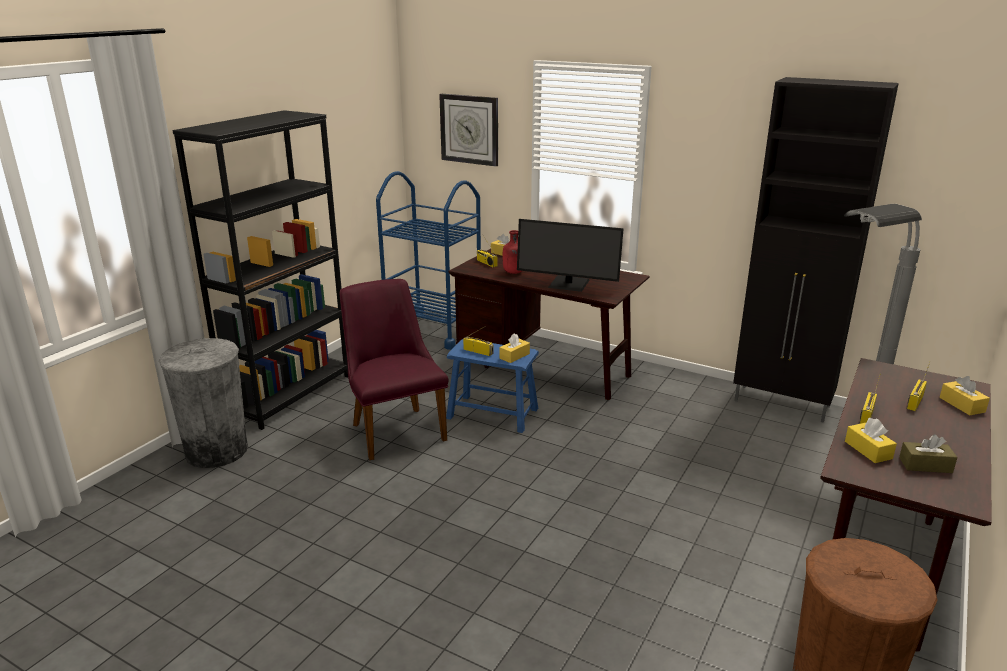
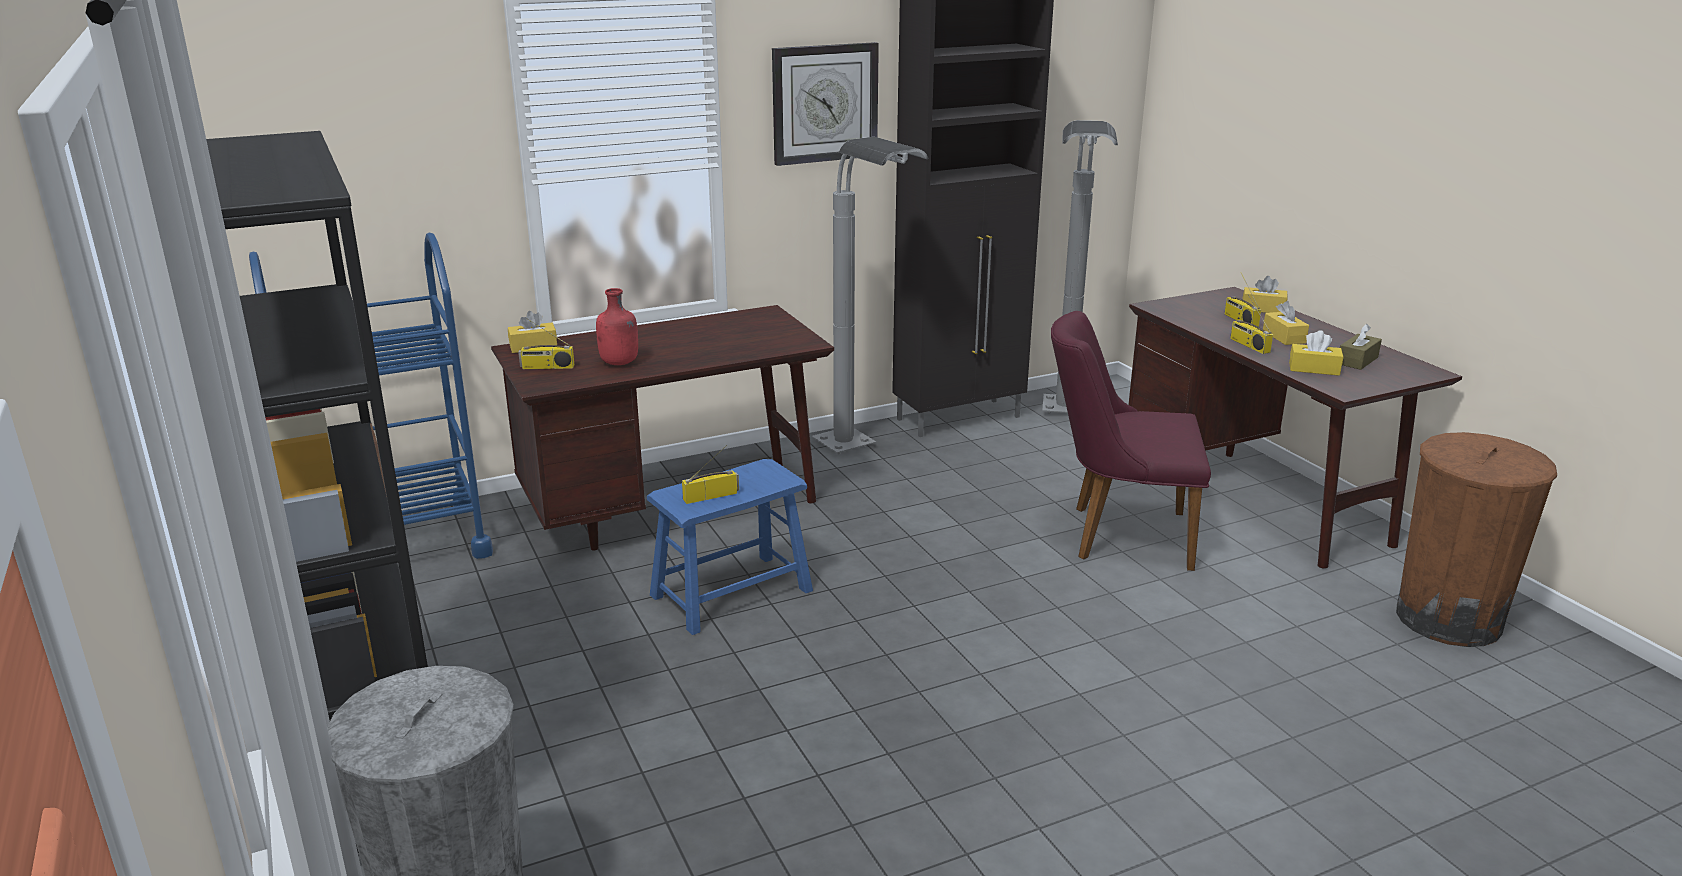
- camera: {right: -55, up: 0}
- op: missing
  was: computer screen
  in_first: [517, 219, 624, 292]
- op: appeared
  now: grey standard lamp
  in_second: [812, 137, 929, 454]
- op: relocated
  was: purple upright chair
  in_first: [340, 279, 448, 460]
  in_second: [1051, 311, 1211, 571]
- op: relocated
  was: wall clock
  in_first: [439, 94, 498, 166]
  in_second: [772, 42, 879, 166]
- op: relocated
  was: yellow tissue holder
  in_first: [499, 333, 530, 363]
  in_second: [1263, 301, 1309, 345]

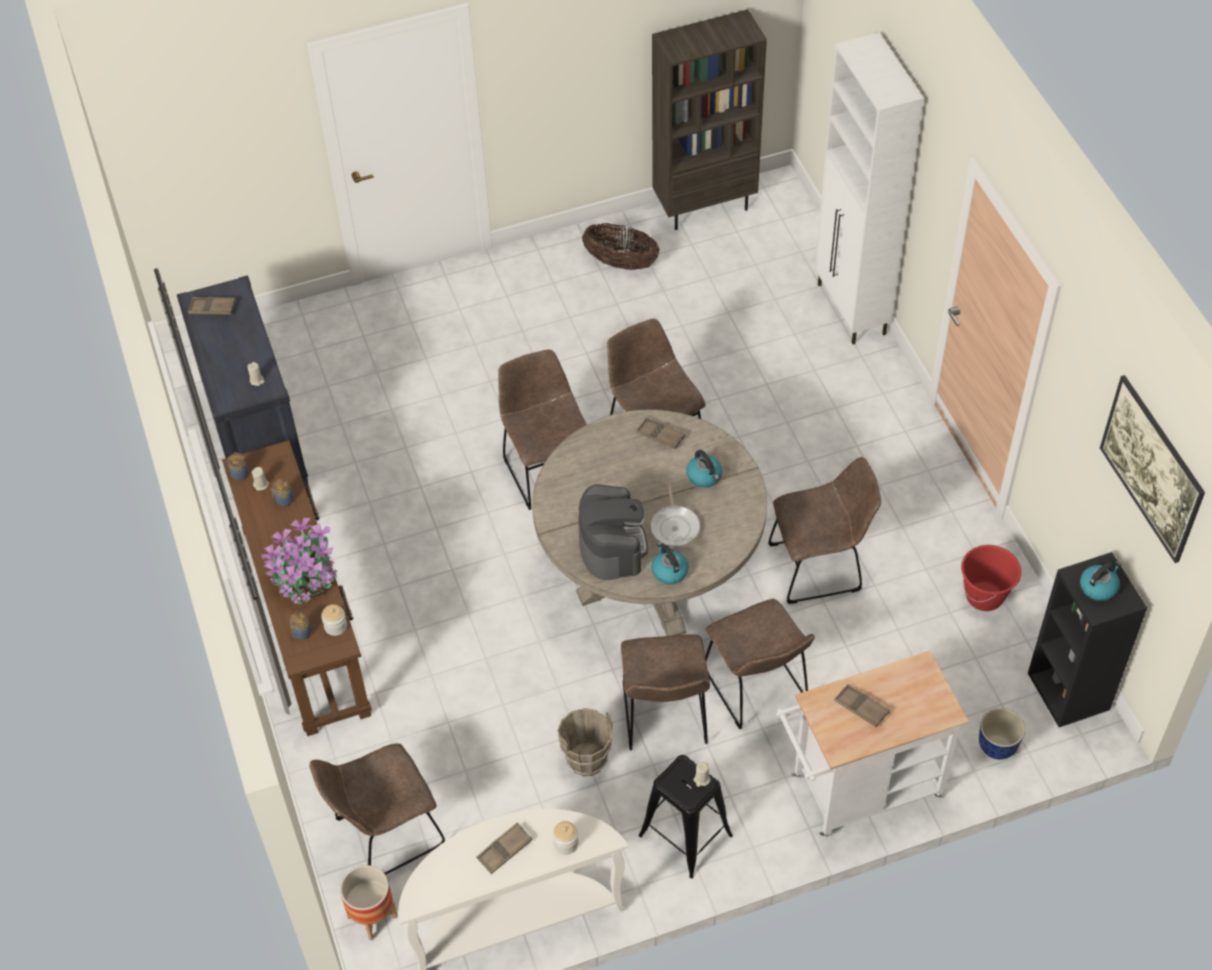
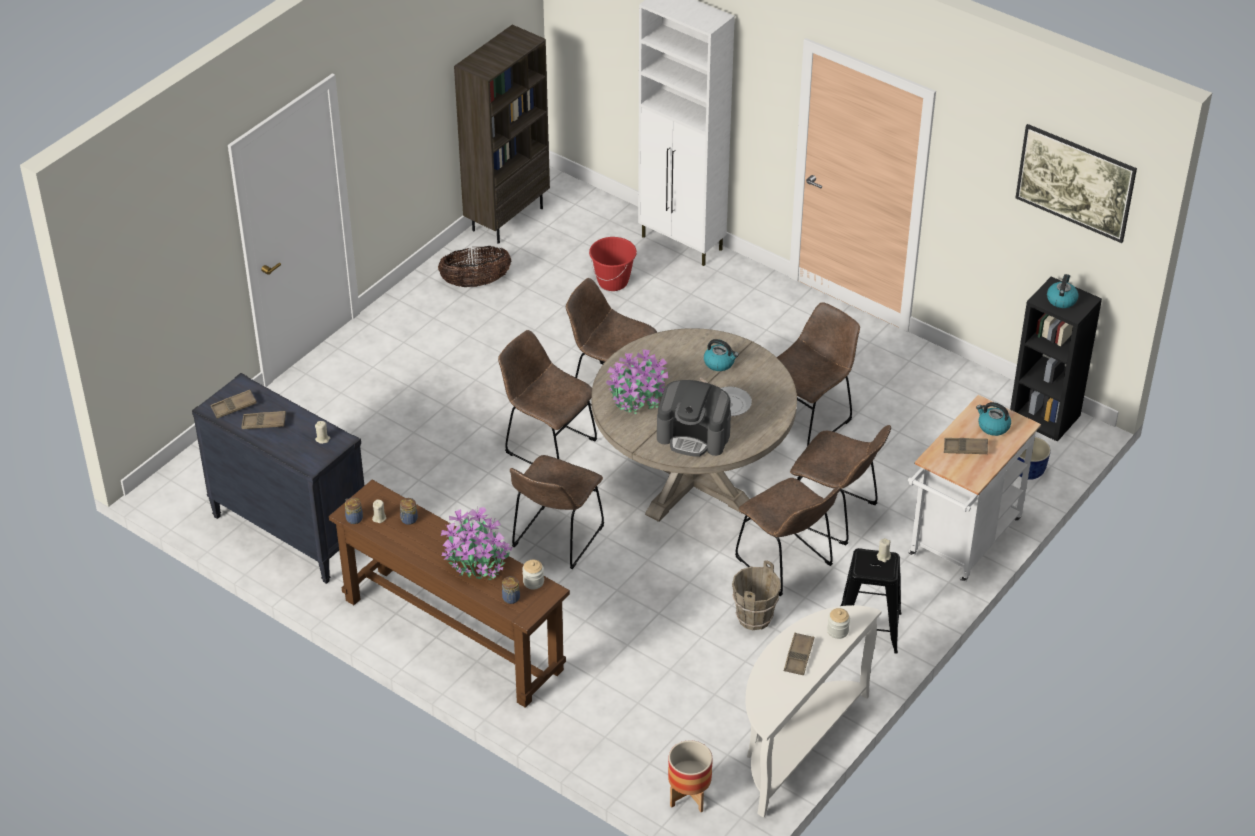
- camera: {right: -35, up: -10}
- op: appeared
  now: plant in a pot
  in_second: [606, 349, 668, 414]
- op: relocated
  was: brown-coloured upright chair
  in_first: [309, 743, 445, 875]
  in_second: [510, 455, 604, 569]
- op: relocated
  was: brown-coloured carrying tray
  in_first: [636, 417, 686, 449]
  in_second: [241, 411, 286, 429]
- op: relocated
  was: kettle
  in_first: [651, 542, 689, 584]
  in_second: [976, 402, 1011, 436]
- op: relocated
  was: red-coloured bucket
  in_first: [961, 545, 1021, 611]
  in_second: [589, 237, 637, 291]
- op: spun
  was: coffee brewer
  in_first: [578, 484, 648, 580]
  in_second: [657, 380, 731, 457]
  clockwise: 150

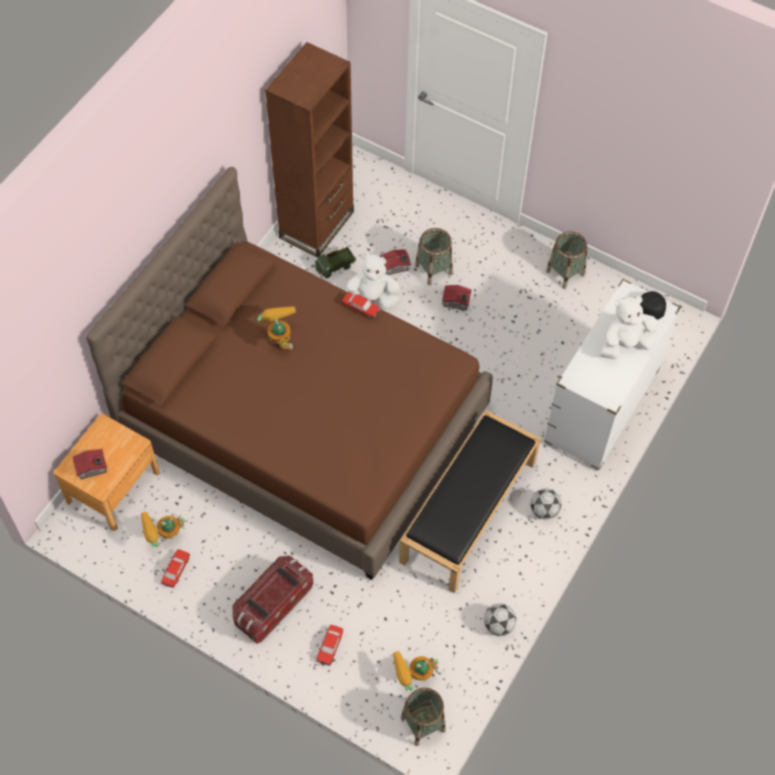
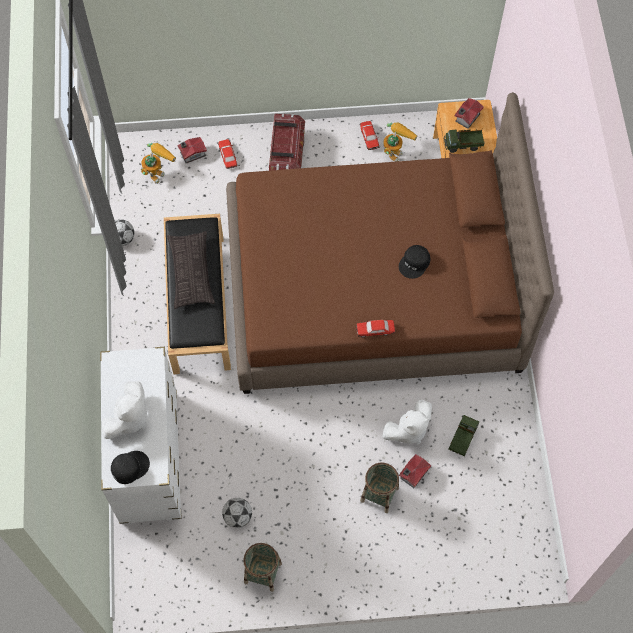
- camera: {right: 145, up: 5}
- op: missing
  was: brown-coloured shelving unit
  in_first: [265, 42, 354, 257]
- op: missing
  was: storage basket
  in_first: [401, 688, 446, 746]
- op: appeared
  now: pillow
  in_second: [167, 231, 215, 310]
- op: appeared
  now: model truck
  in_second: [444, 129, 485, 153]
- op: relocated
  was: model house
  in_first: [442, 285, 472, 310]
  in_second: [178, 137, 207, 163]
- op: relocated
  was: football ball
  in_first: [531, 489, 561, 519]
  in_second: [222, 498, 252, 528]
- op: exchanged
  was: model robot
  now: black baseball cap
  in_first: [257, 306, 296, 350]
  in_second: [399, 245, 430, 279]

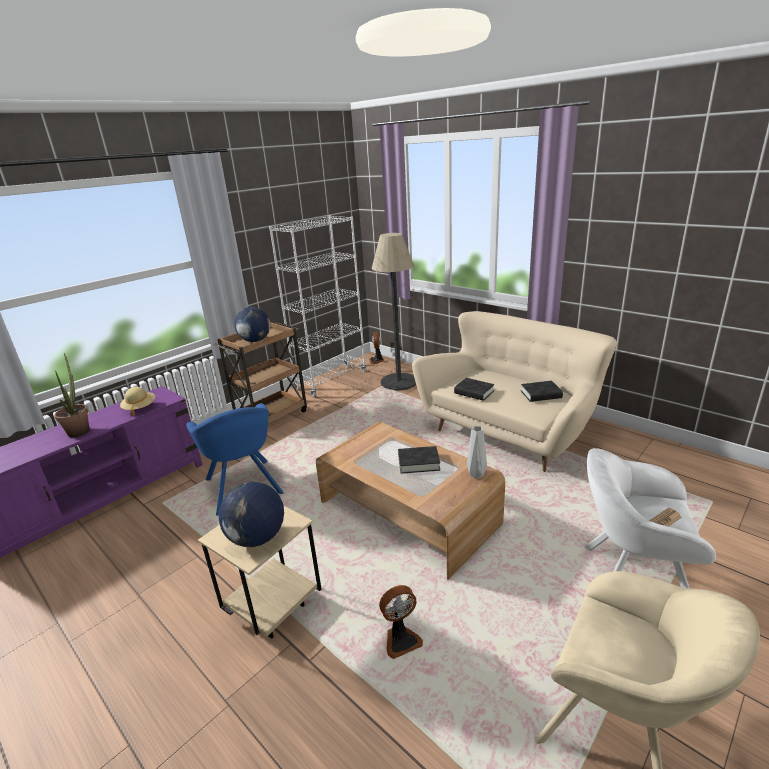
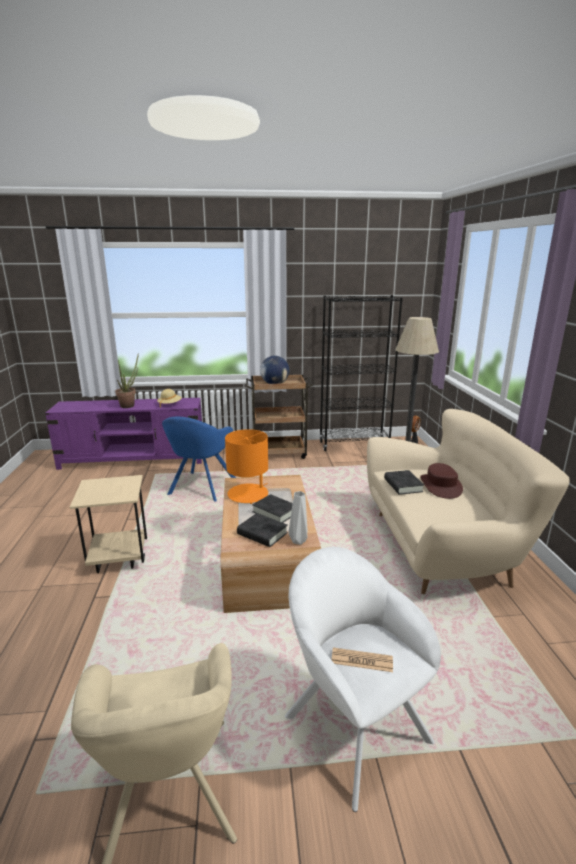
- camera: {right: 40, up: -5}
- op: missing
  was: globe
  in_first: [219, 482, 284, 547]
- op: missing
  was: electric fan
  in_first: [379, 585, 423, 659]
- op: appeared
  now: orange table lamp
  in_second: [225, 429, 268, 504]
- op: appeared
  now: brown-coloured clothing hat
  in_second: [420, 463, 463, 499]
- op: relocated
  was: black book
  in_first: [521, 381, 563, 402]
  in_second: [237, 513, 288, 547]
- op: colour
  was: white shelving unit
  now: black shelving unit
  in_first: [269, 215, 366, 397]
  in_second: [319, 295, 403, 451]

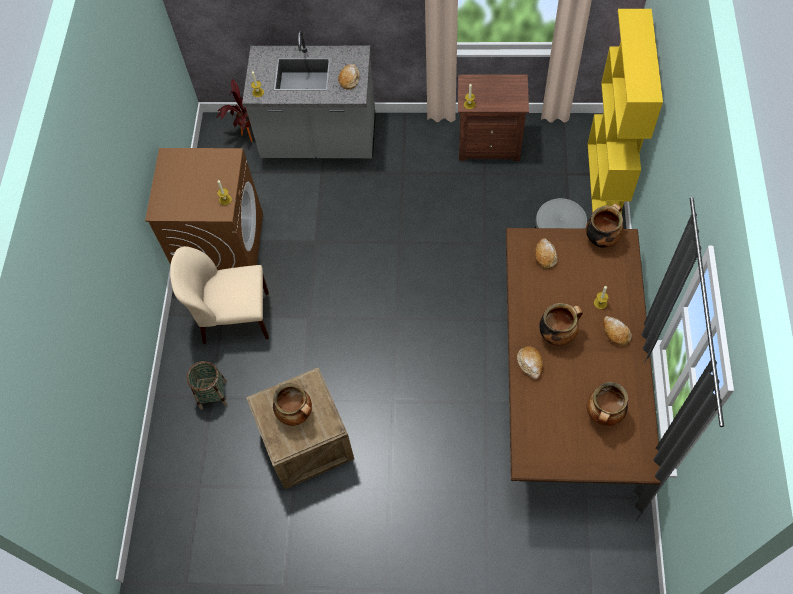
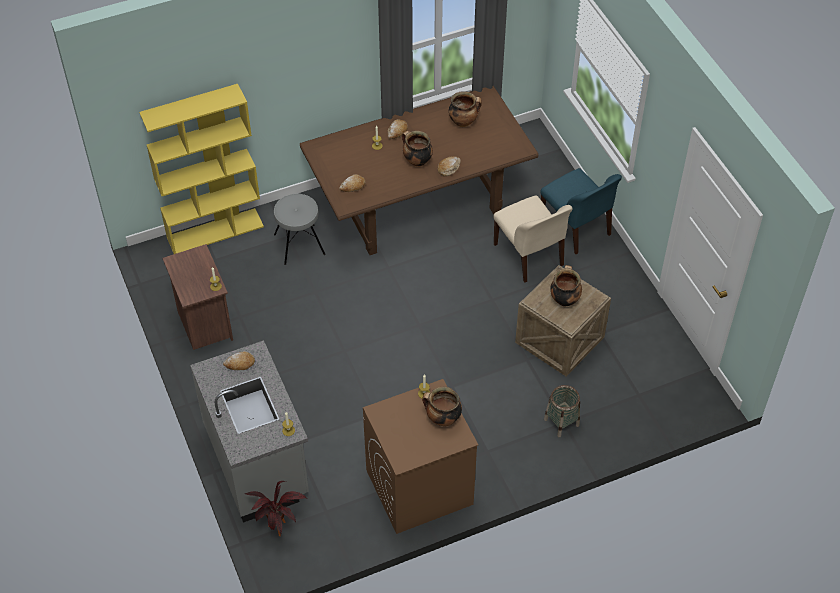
- camera: {right: -120, up: -10}
- op: appeared
  now: blue upright chair
  in_second: [540, 168, 622, 254]
- op: relocated
  was: beige-coloured upright chair
  in_first: [170, 246, 269, 344]
  in_second: [493, 196, 572, 282]
- op: relocated
  was: stockpot
  in_first: [586, 203, 623, 248]
  in_second: [422, 387, 462, 426]

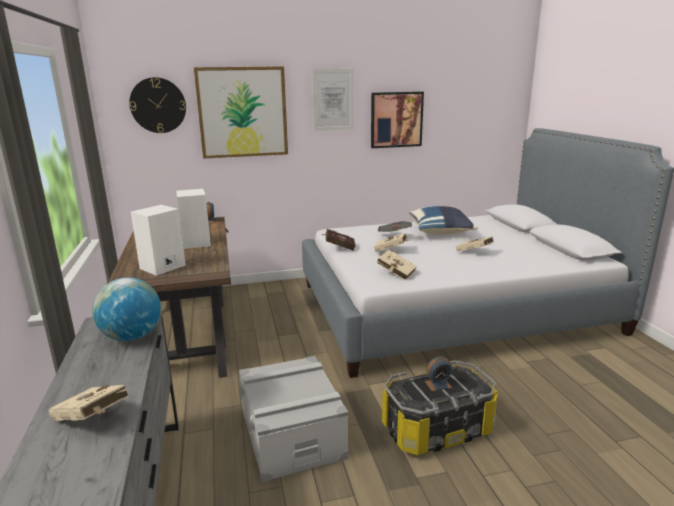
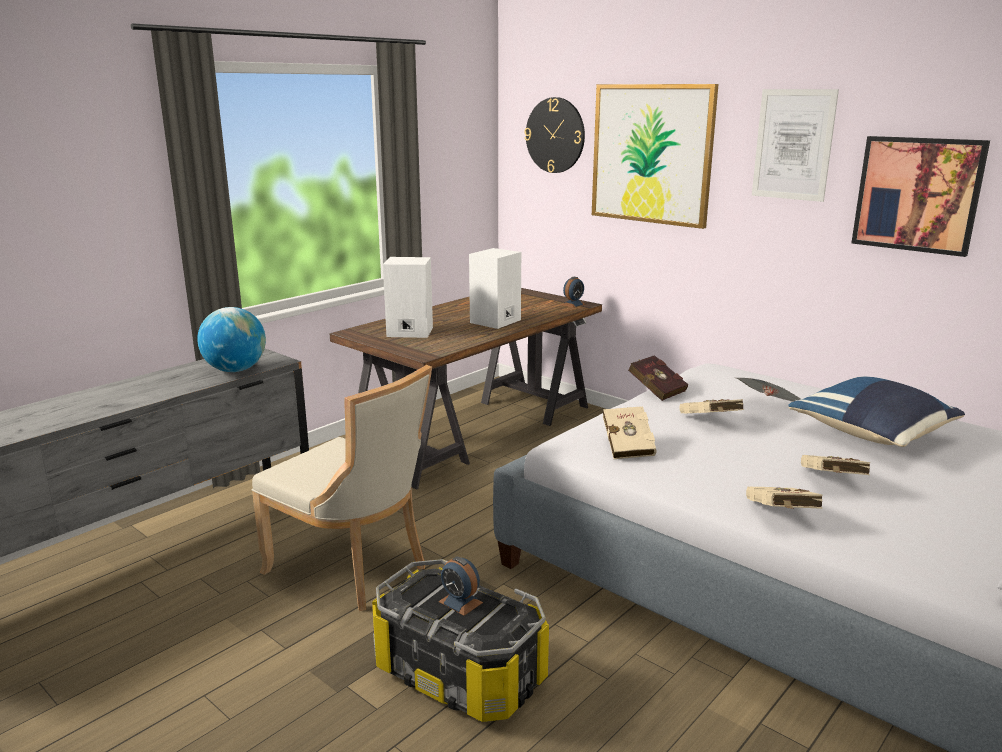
- camera: {right: 55, up: 0}
- op: relocated
  was: beige-coloured book
  in_first: [49, 385, 129, 421]
  in_second: [746, 486, 822, 509]
- op: exchanged
  was: grey storage container
  now: beige-coloured upright chair
  in_first: [239, 356, 348, 482]
  in_second: [252, 365, 432, 611]

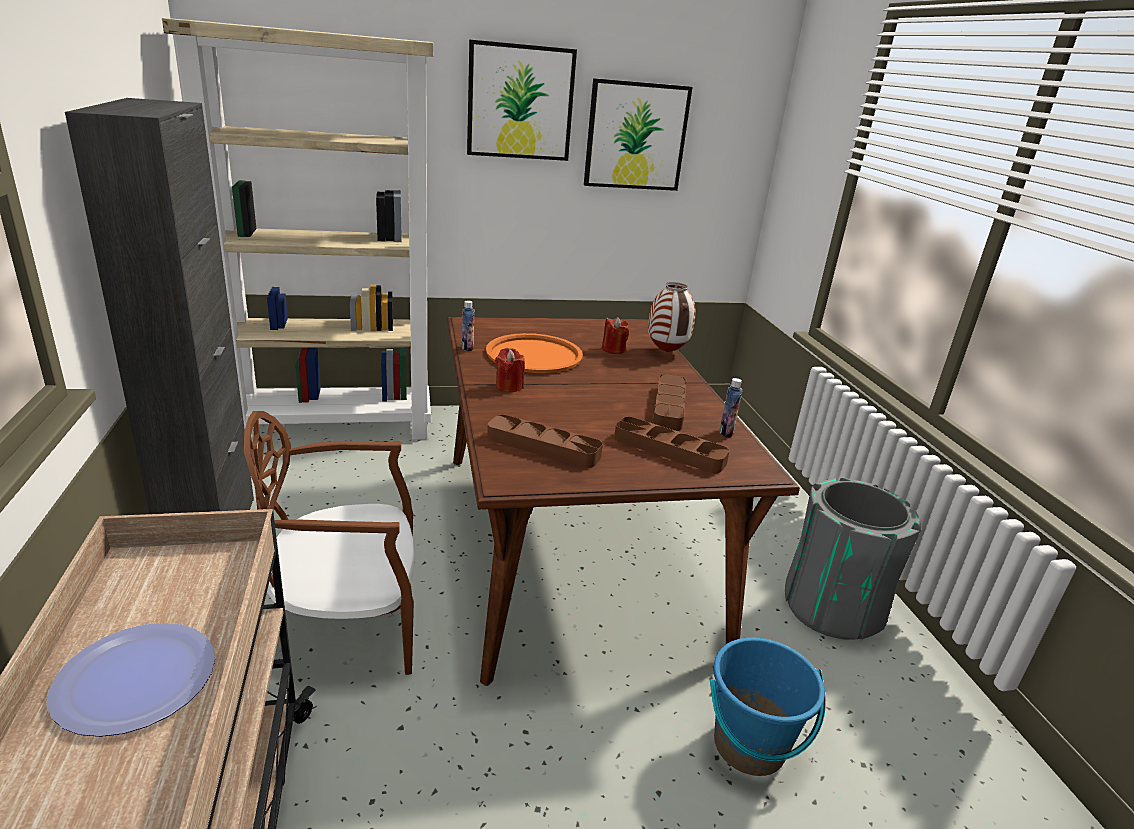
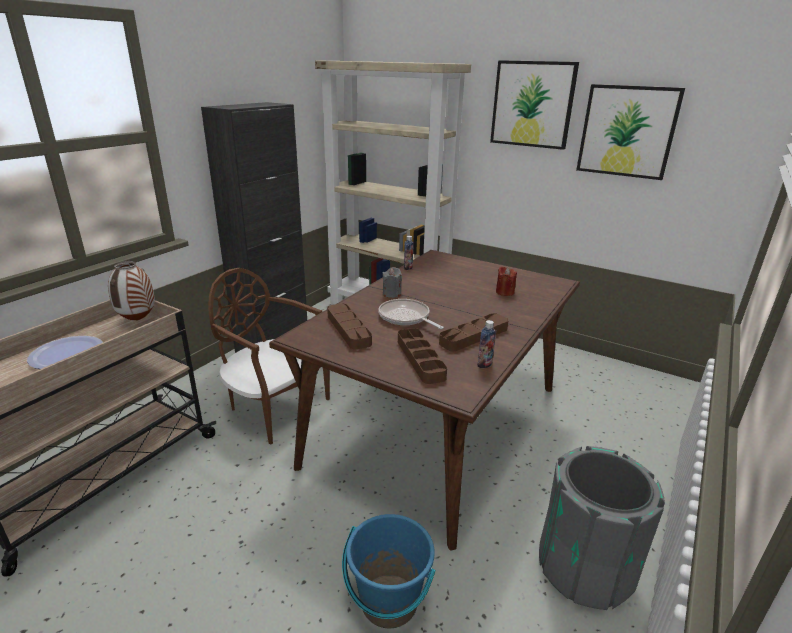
- camera: {right: 45, up: 0}
- op: missing
  was: orange carrying tray
  in_first: [486, 333, 583, 373]
- op: appeared
  now: skillet
  in_second: [378, 299, 444, 329]
- op: relocated
  was: flower vase
  in_first: [648, 282, 695, 352]
  in_second: [108, 261, 155, 321]
- op: colour
  was: red-coloured wax light
  now: grey wax light
  in_first: [495, 348, 525, 392]
  in_second: [383, 267, 402, 298]

